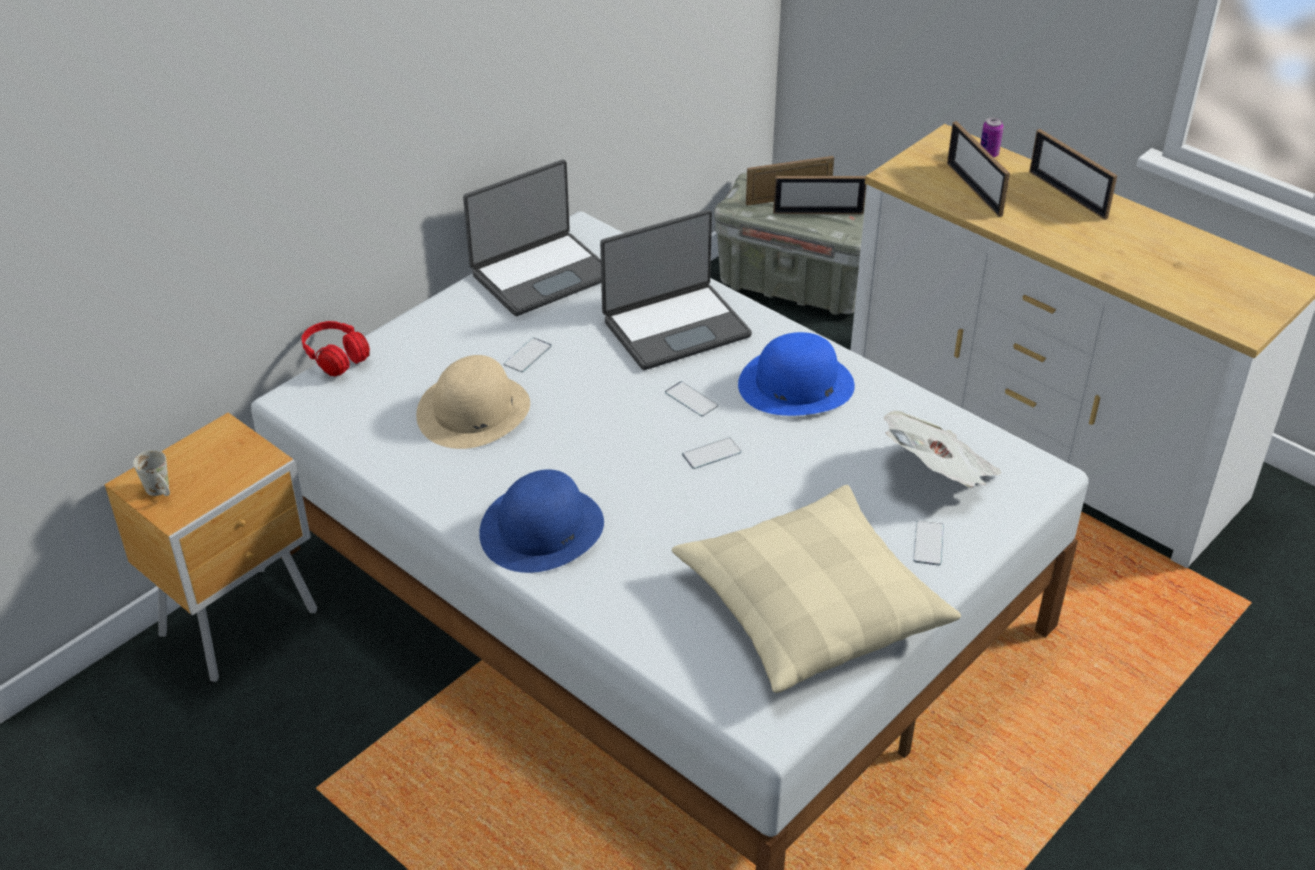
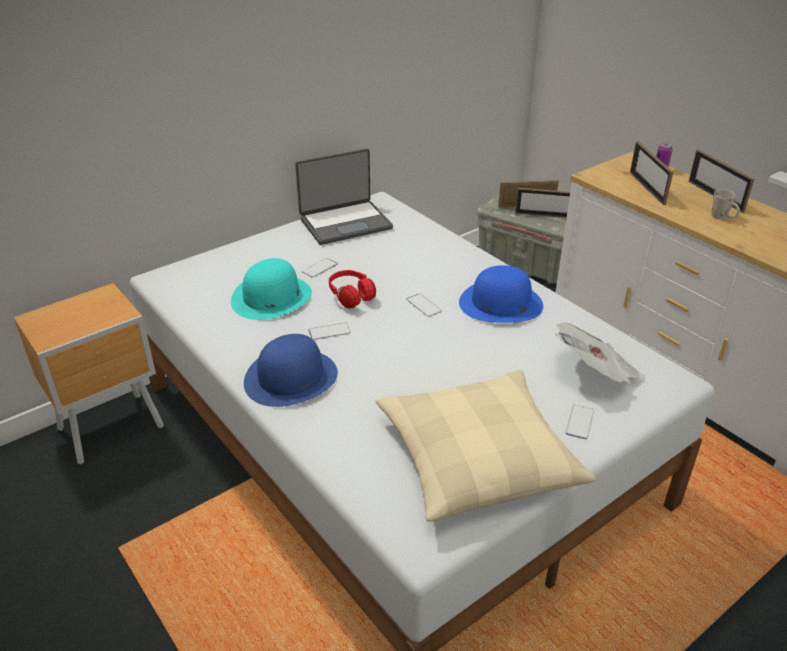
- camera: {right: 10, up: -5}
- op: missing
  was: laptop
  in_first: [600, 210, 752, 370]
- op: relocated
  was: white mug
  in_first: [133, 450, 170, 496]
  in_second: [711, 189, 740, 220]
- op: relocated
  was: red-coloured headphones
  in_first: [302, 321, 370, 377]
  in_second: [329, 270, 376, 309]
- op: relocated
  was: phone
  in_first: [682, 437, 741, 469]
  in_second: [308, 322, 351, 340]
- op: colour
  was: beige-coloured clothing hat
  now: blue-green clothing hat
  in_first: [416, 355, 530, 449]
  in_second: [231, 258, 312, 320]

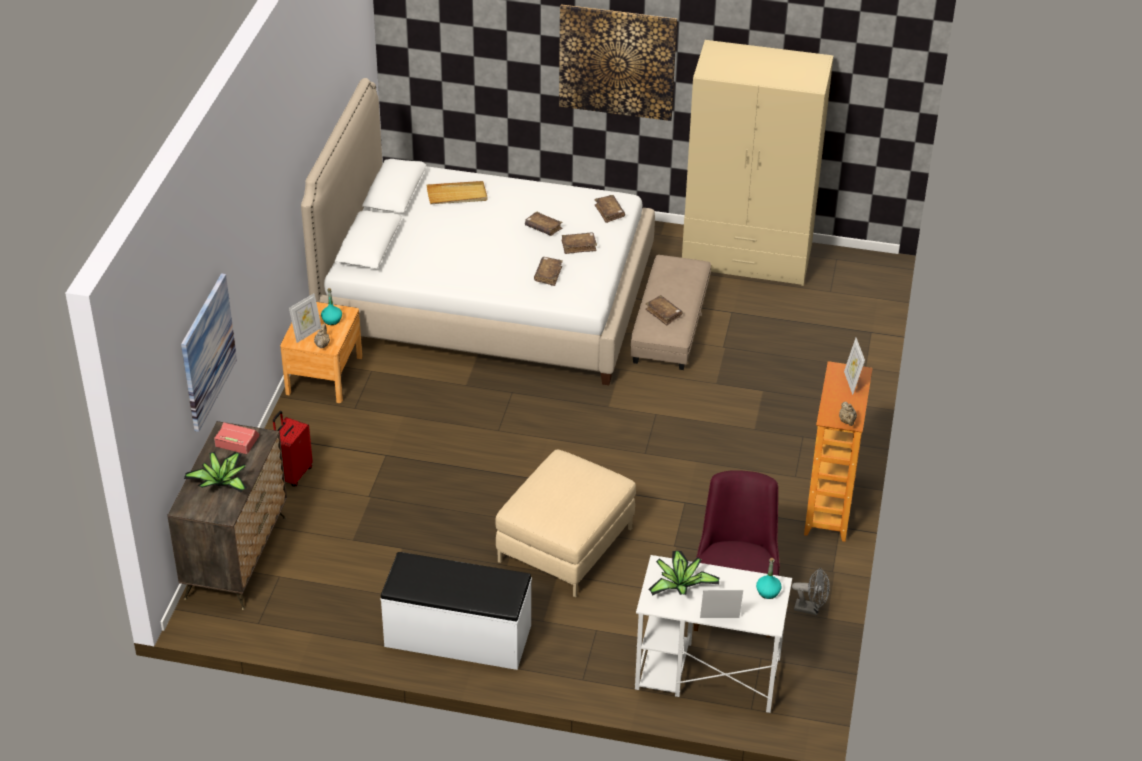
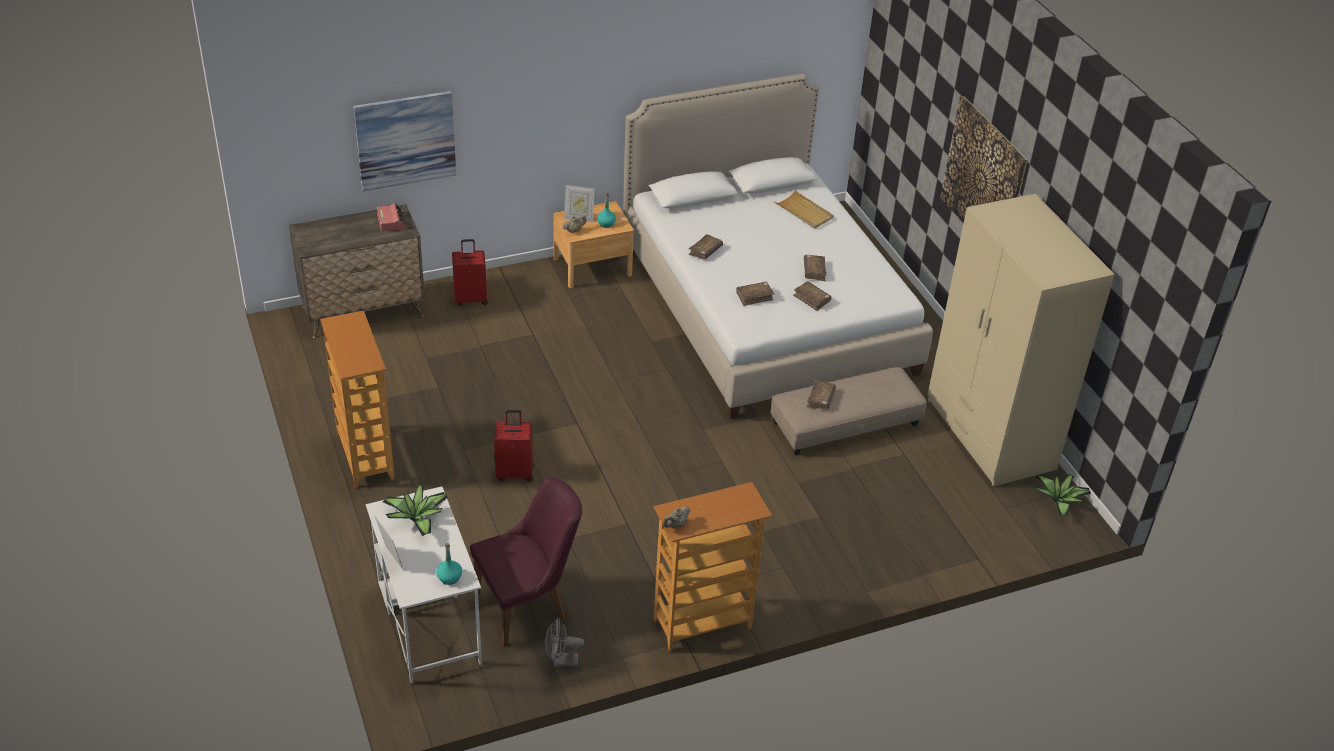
- camera: {right: 55, up: 0}
- op: missing
  was: standing frame
  in_first: [844, 338, 865, 395]
- op: relocated
  was: plant in a pot
  in_first: [184, 452, 247, 492]
  in_second: [1035, 474, 1091, 516]
- op: relocated
  was: brown-coloured book
  in_first: [594, 195, 625, 223]
  in_second: [689, 234, 723, 260]
- op: exchanged
  was: white bench
  now: shelving unit
  in_first: [381, 552, 532, 670]
  in_second: [320, 311, 395, 488]
- op: exchanged
  was: beige-coloured footrest
  now: red-coloured suitcase
  in_first: [495, 449, 636, 597]
  in_second: [494, 410, 533, 482]
- op: spun
  was: grey electric fan
  in_first: [792, 568, 830, 616]
  in_second: [545, 618, 584, 667]
  clockwise: 105

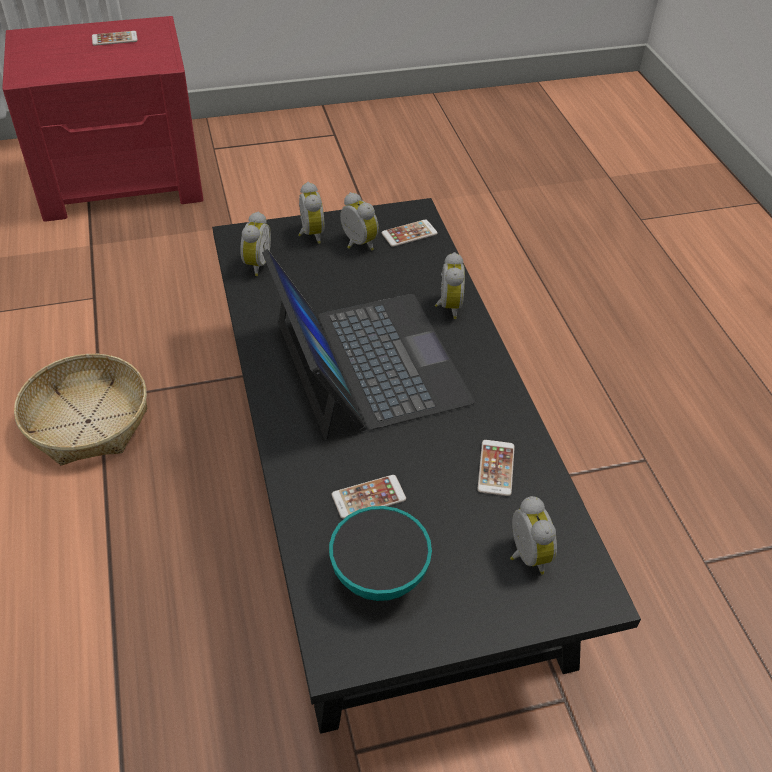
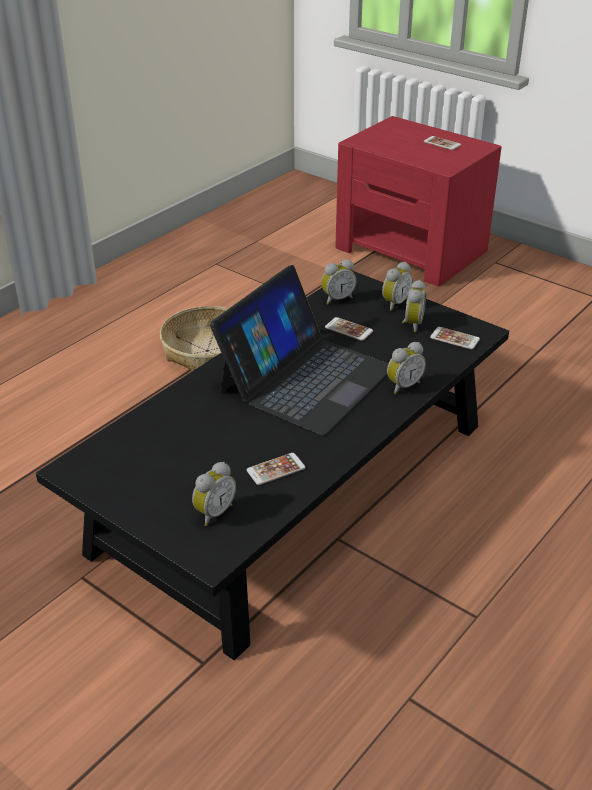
- camera: {right: 55, up: -10}
- op: missing
  was: bowl
  in_first: [329, 506, 432, 601]
- op: relocated
  was: phone
  in_first: [332, 475, 406, 519]
  in_second: [325, 317, 373, 341]

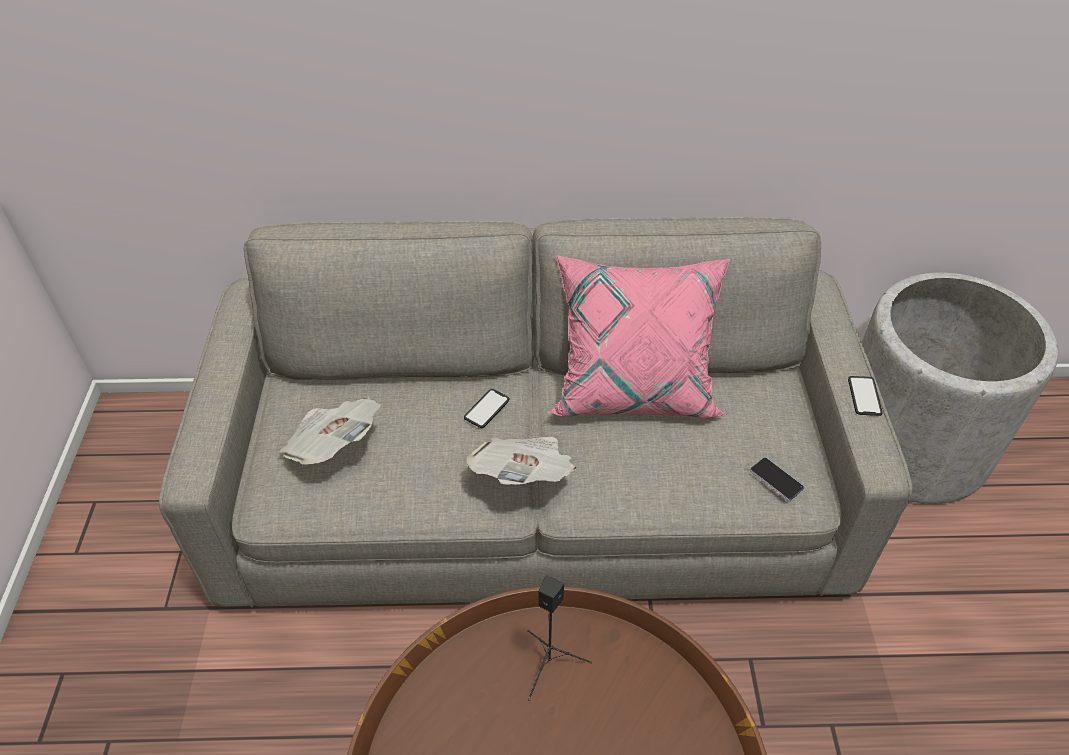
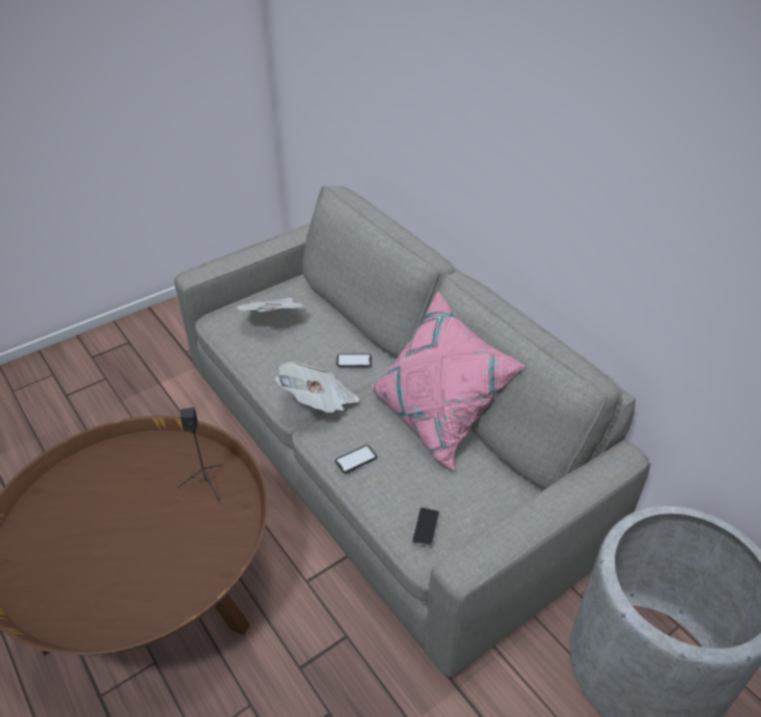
- camera: {right: 55, up: -5}
- op: relocated
  was: phone
  in_first: [848, 376, 882, 416]
  in_second: [335, 445, 377, 473]

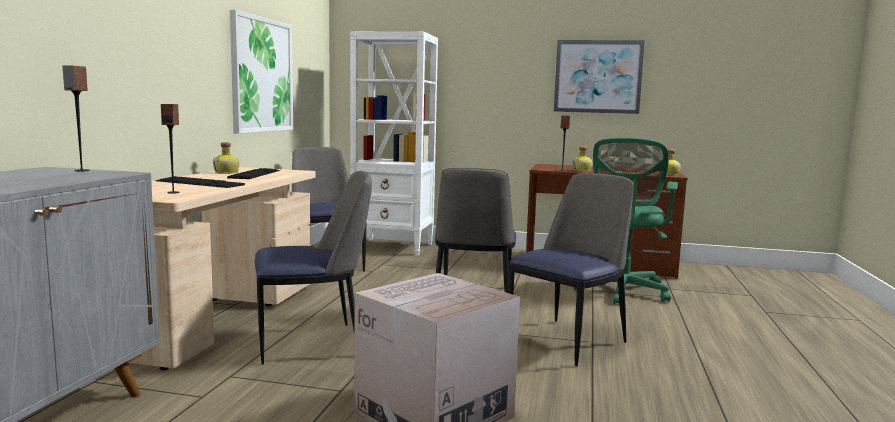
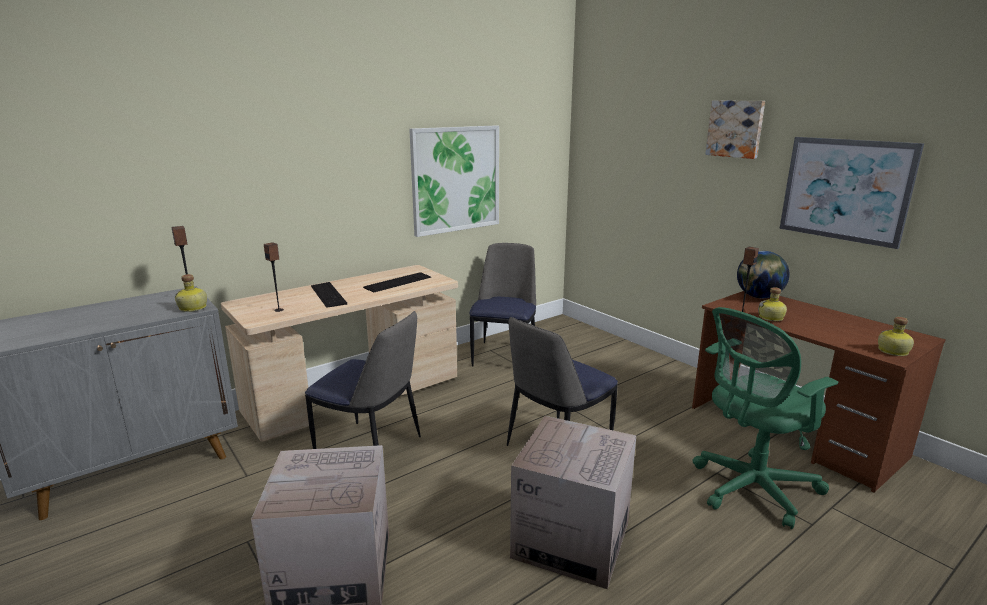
- camera: {right: 40, up: 10}
- op: missing
  was: white shelving unit
  in_first: [350, 31, 438, 256]
- op: appeared
  now: picture
  in_second: [705, 100, 765, 159]
- op: appeared
  now: globe
  in_second: [737, 251, 790, 298]
- op: relocated
  was: bottle
  in_first: [213, 142, 240, 174]
  in_second: [175, 274, 207, 312]
- op: exchanged
  was: upright chair
  now: cardboard box
  in_first: [508, 173, 634, 366]
  in_second: [510, 416, 636, 589]

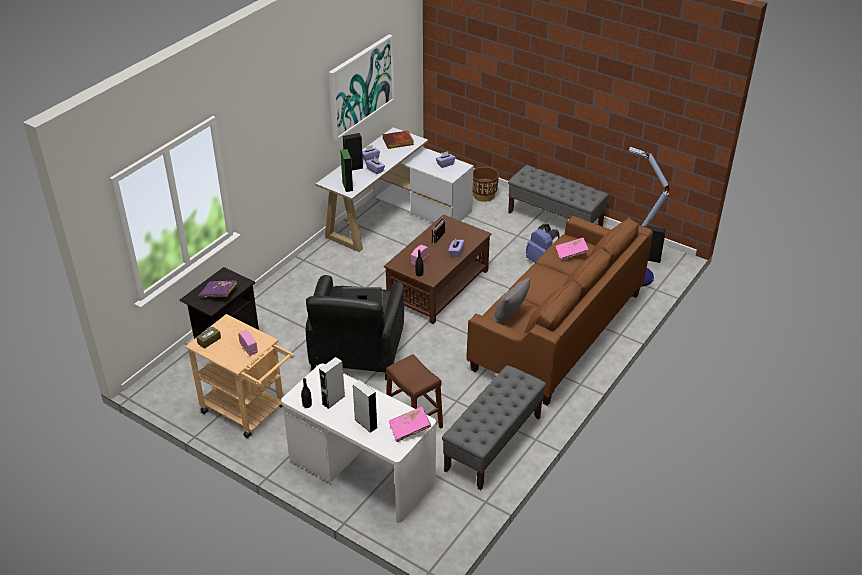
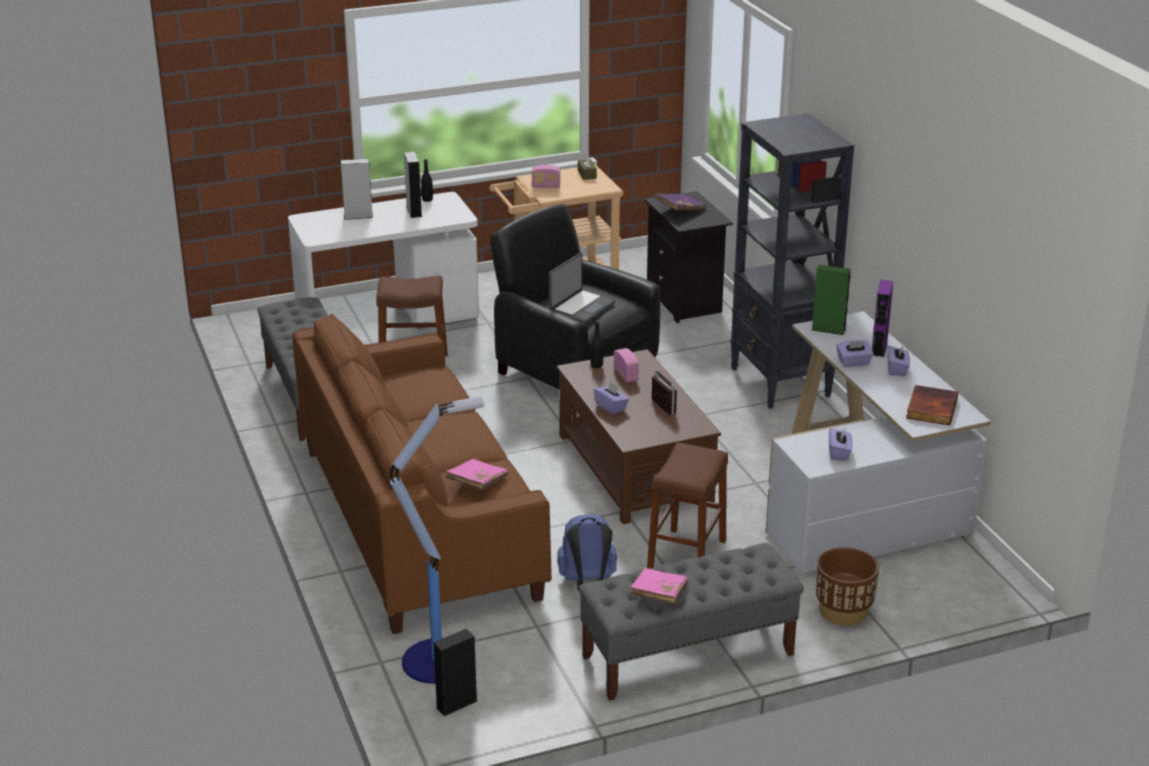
- camera: {right: 125, up: -10}
- op: missing
  was: picture
  in_first: [329, 34, 395, 140]
- op: missing
  was: grey pillow
  in_first: [493, 277, 531, 324]
- op: appeared
  now: brown-coloured sitting stool
  in_second: [647, 443, 728, 569]
- op: appeared
  now: black shelving unit
  in_second: [730, 113, 854, 409]
- op: relocated
  was: pinkish book
  in_first: [389, 407, 431, 442]
  in_second: [630, 568, 688, 604]
- op: colour
  was: black loudspeaker
  now: purple loudspeaker
  in_first: [343, 133, 363, 171]
  in_second: [872, 280, 894, 357]

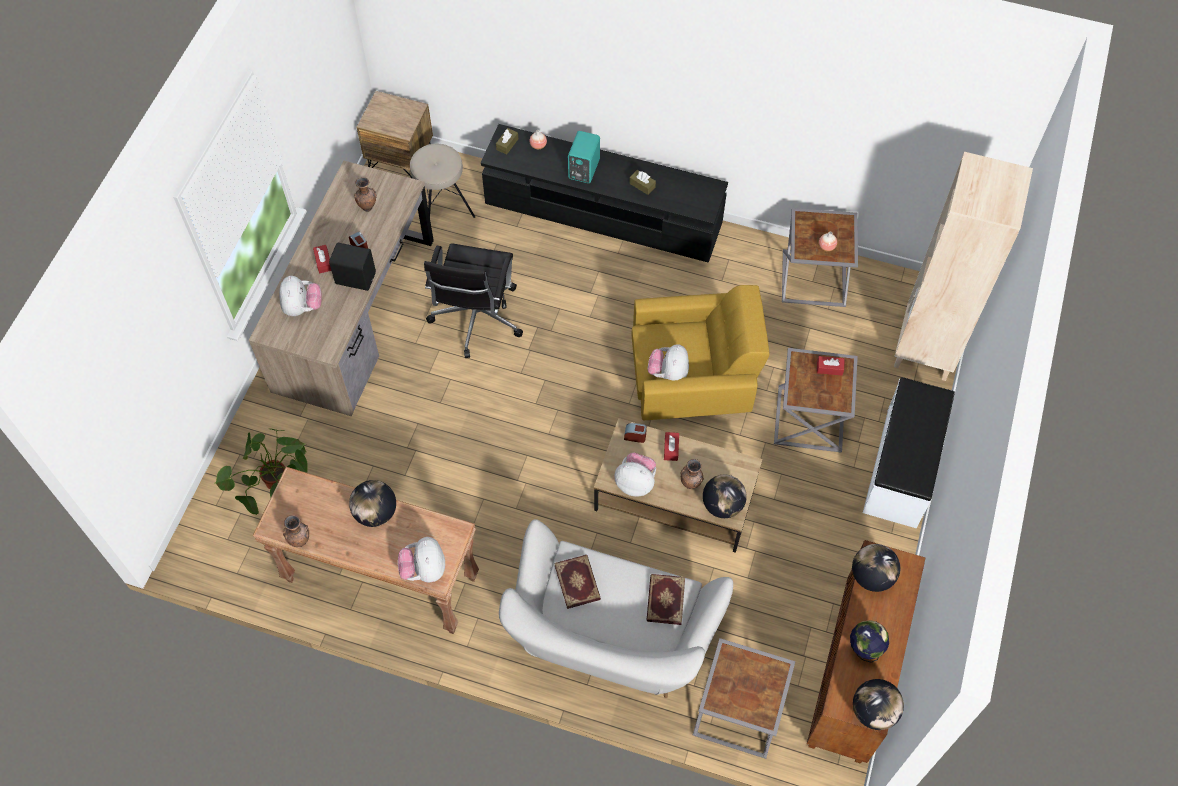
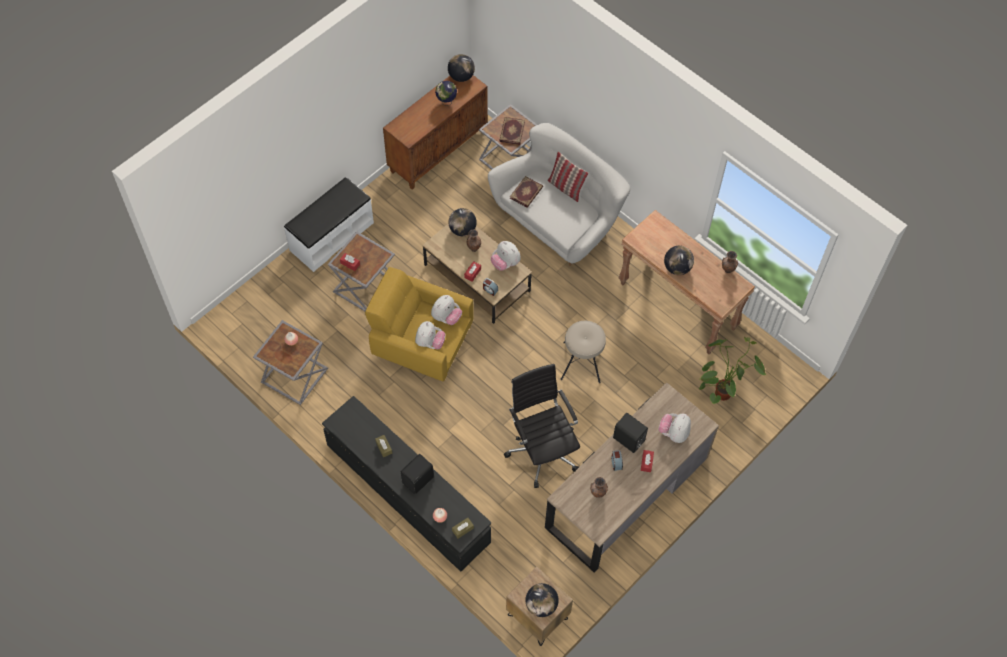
- camera: {right: -155, up: 0}
- op: missing
  was: beige-coloured shelving unit
  in_first: [894, 152, 1033, 381]
- op: appeared
  now: pillow
  in_second: [547, 151, 588, 202]
- op: relocated
  was: soft toy
  in_first: [398, 537, 445, 582]
  in_second: [415, 321, 446, 349]
- op: relocated
  was: beige-coloured sitting stool
  in_first: [410, 144, 475, 218]
  in_second: [560, 321, 606, 383]
- op: relocated
  was: book
  in_first: [554, 555, 601, 609]
  in_second: [499, 117, 525, 145]
- op: relocated
  was: globe
  in_first: [852, 544, 900, 592]
  in_second: [525, 583, 559, 617]
- op: colour
  was: blue-green loudspeaker
  now: black loudspeaker
  in_first: [568, 131, 600, 183]
  in_second: [401, 454, 434, 494]
- op: spun
  was: black desk chair
  in_first: [424, 243, 523, 358]
  in_second: [504, 364, 580, 488]
  clockwise: -60

